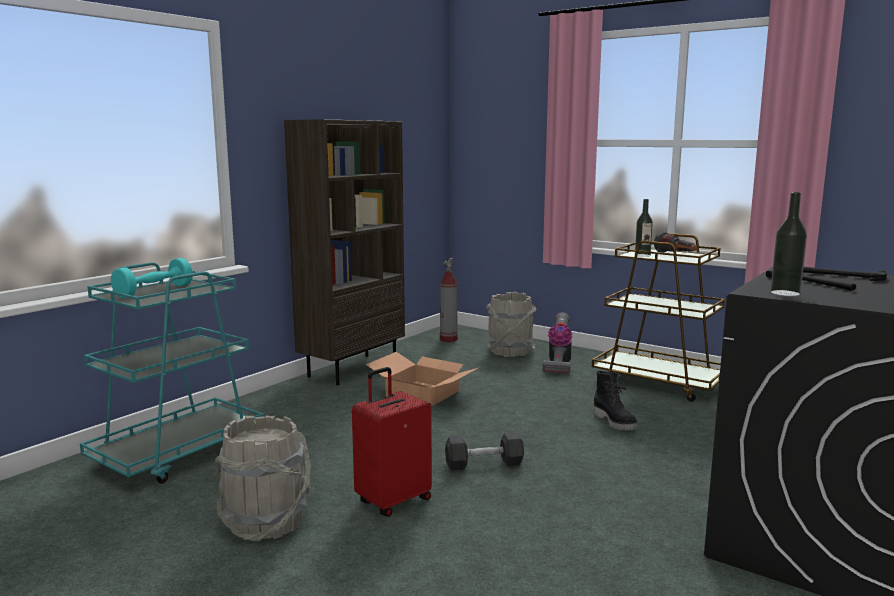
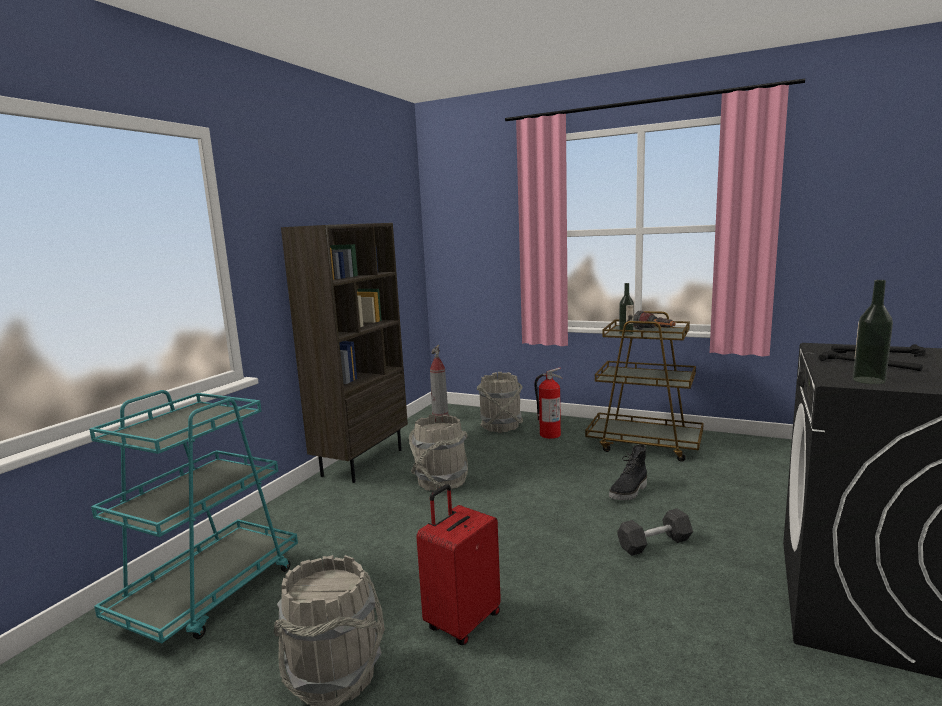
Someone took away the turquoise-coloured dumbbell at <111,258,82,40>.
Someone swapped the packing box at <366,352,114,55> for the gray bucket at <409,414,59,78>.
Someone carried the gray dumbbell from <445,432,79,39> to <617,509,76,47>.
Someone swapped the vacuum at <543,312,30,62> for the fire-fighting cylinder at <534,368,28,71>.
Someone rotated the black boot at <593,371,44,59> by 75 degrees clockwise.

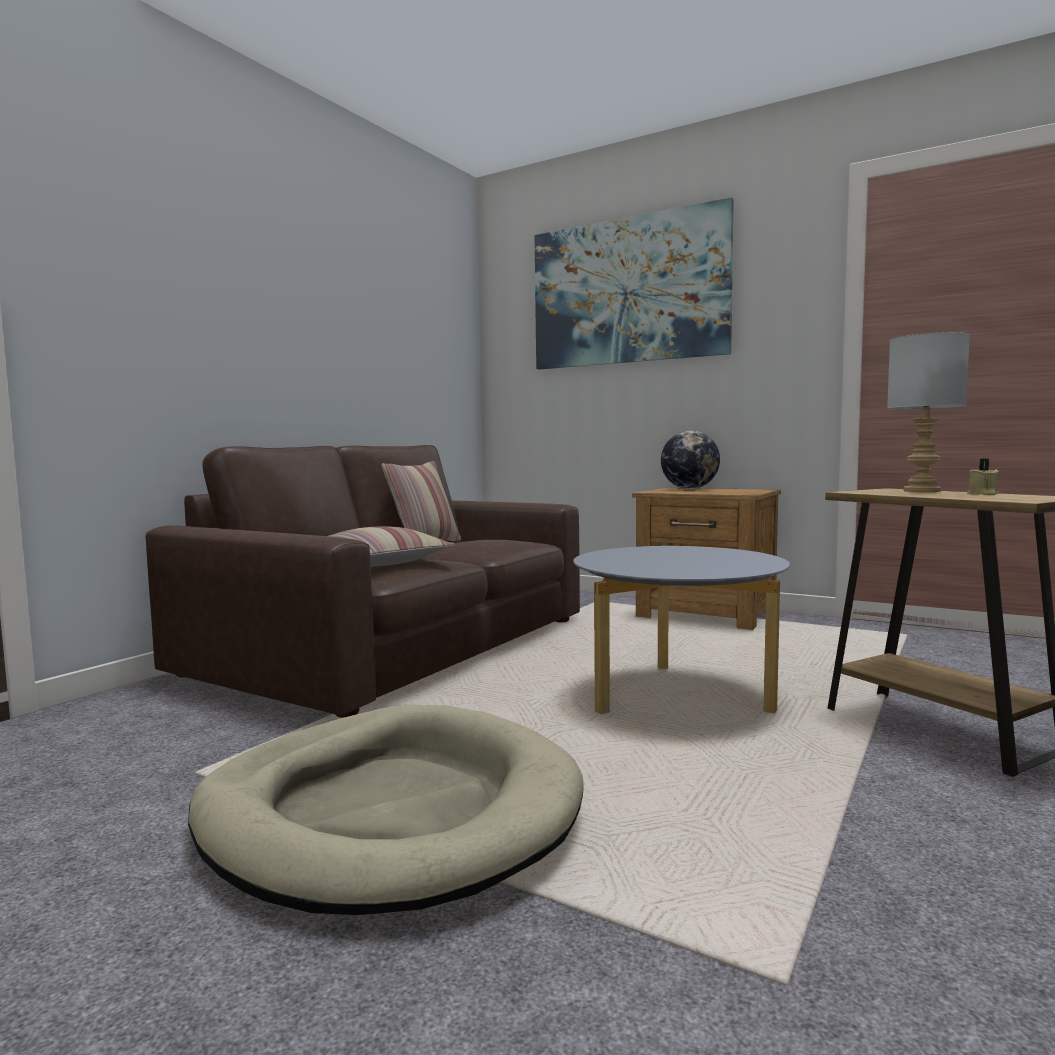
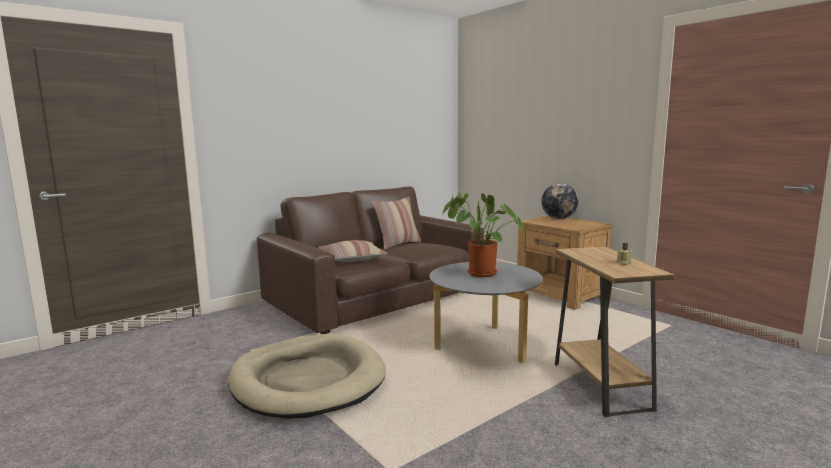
Someone took away the picture at <535,197,199,172>.
Someone took away the gray tabletop lamp at <887,332,83,160>.
Someone put down the potted plant at <443,192,80,85>.

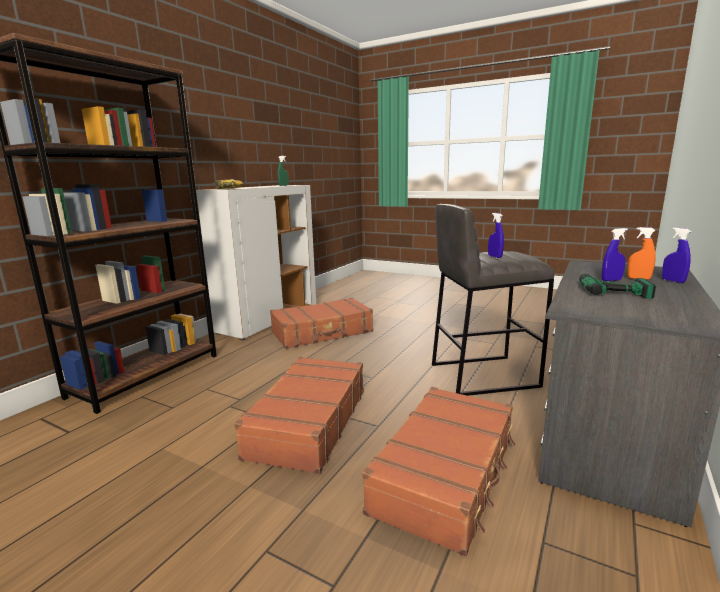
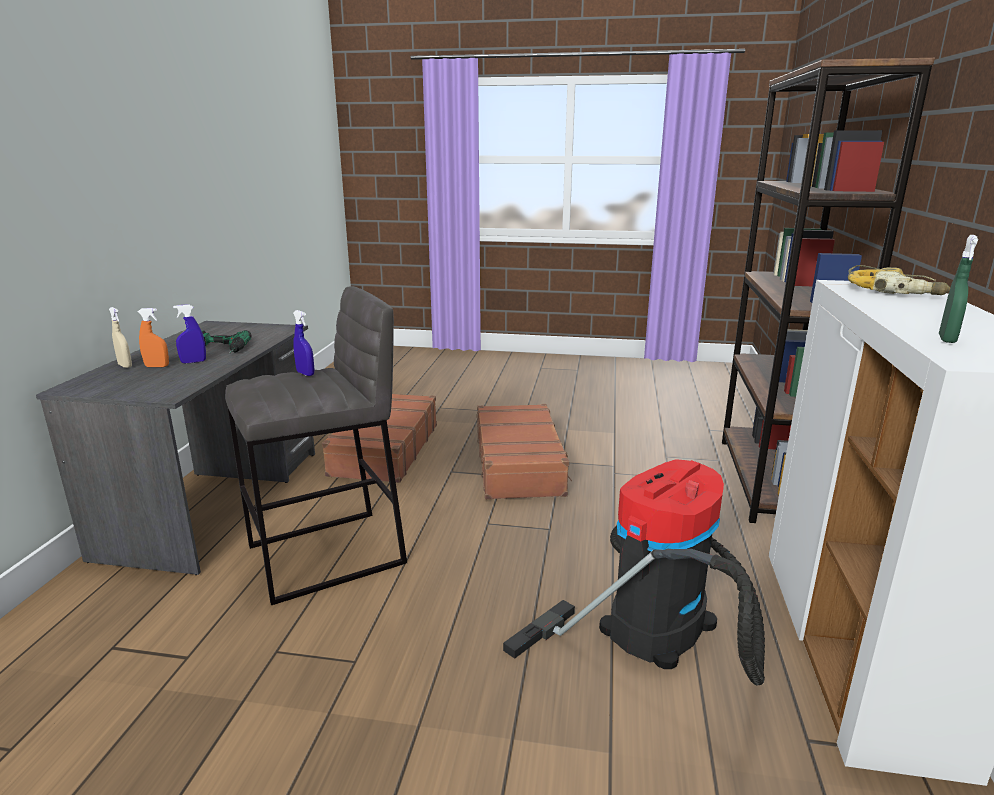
Someone swapped the brown piece of luggage at <270,297,103,52> for the vacuum at <503,459,262,227>.
Someone repainted the bluish spray bottle at <662,228,29,55>, which became the sand-coloured spray bottle at <109,307,23,61>.

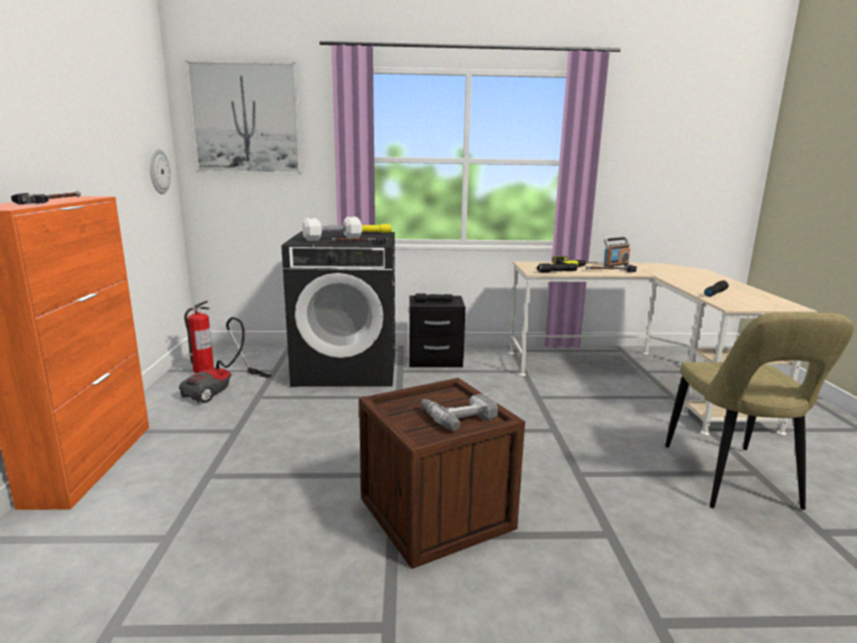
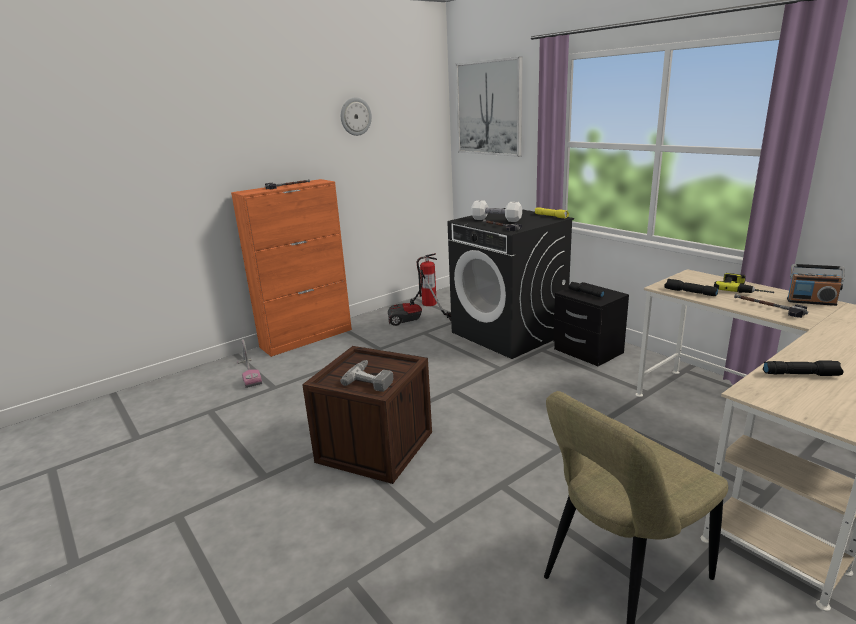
Someone carried the clock on the wall from <150,149,21,45> to <341,97,31,39>.
Someone put down the vacuum at <237,339,25,49>.

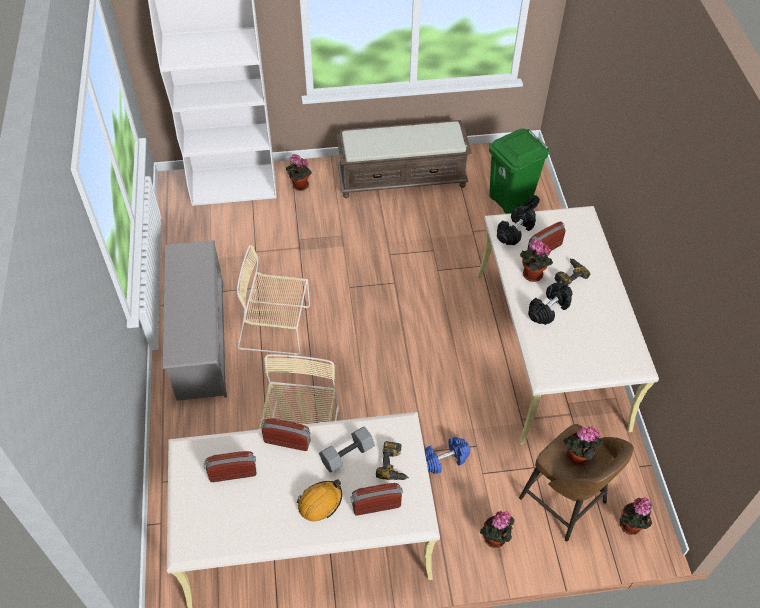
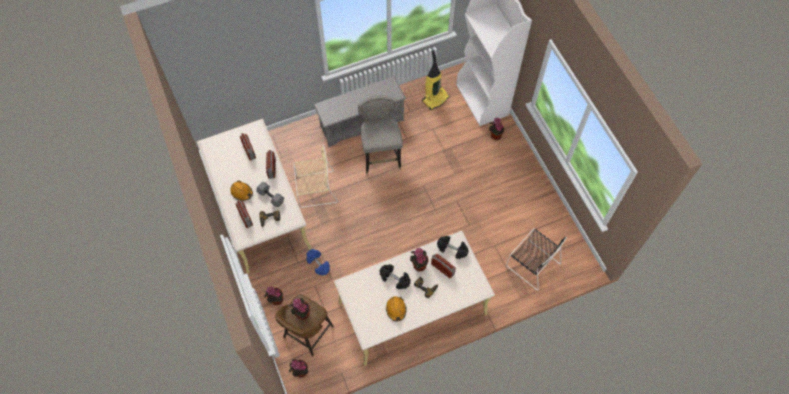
Someone swapped the sand-coloured plain chair at <237,245,73,110> for the gray sitting stool at <358,95,45,79>.
Someone took away the brown bench at <336,120,136,78>.
Someone swapped the green-coloured trash can at <489,128,62,86> for the black plain chair at <506,228,61,63>.
Someone put down the orangey work helmet at <386,296,21,26>.
Someone put down the vacuum at <422,50,28,60>.

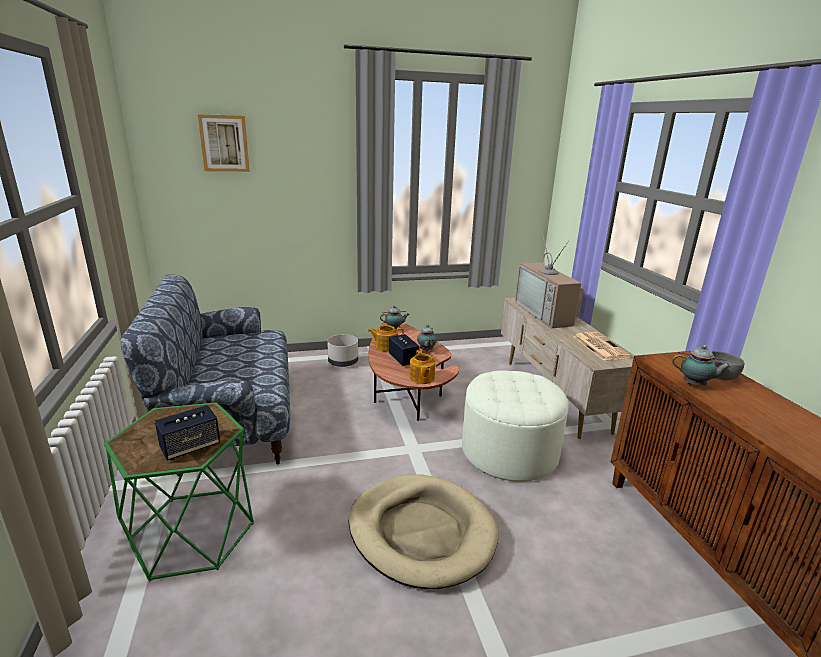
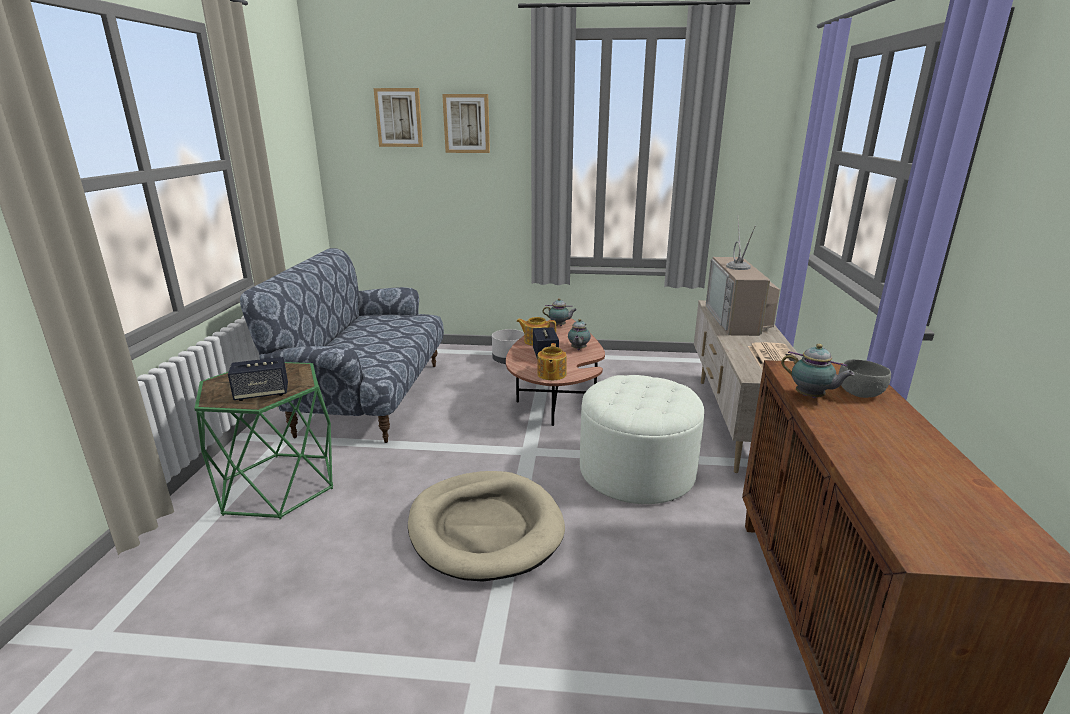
Someone put up the picture at <442,94,48,59>.

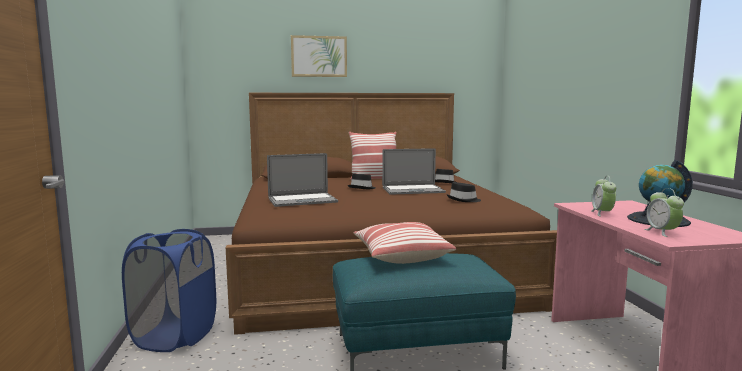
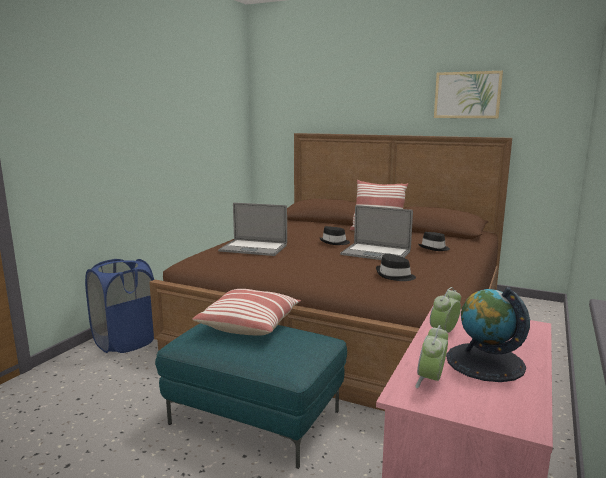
Someone carried the picture from <291,35,56,42> to <434,71,69,47>.

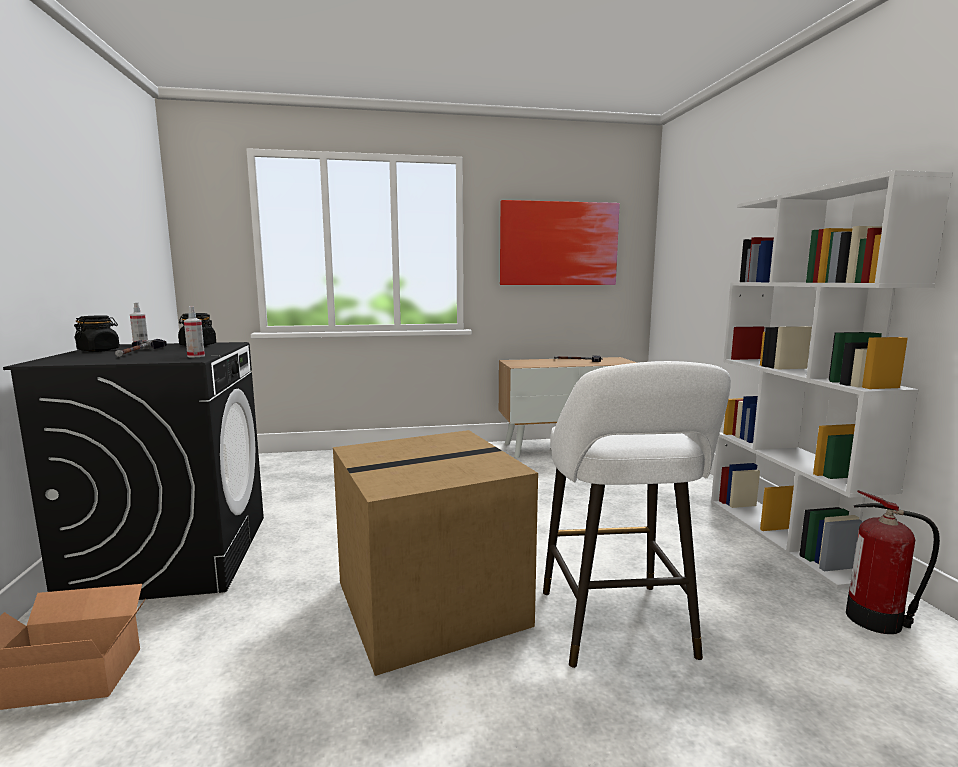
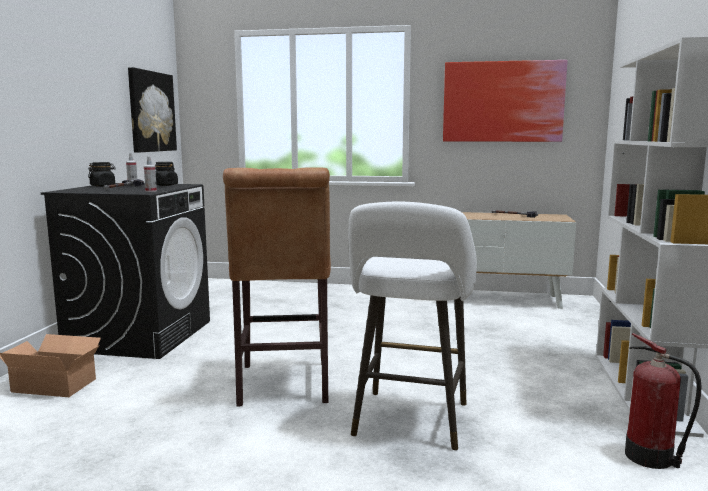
Someone swapped the packing box at <333,430,205,246> for the brown sitting stool at <223,167,108,240>.
Someone put up the picture at <128,67,49,86>.

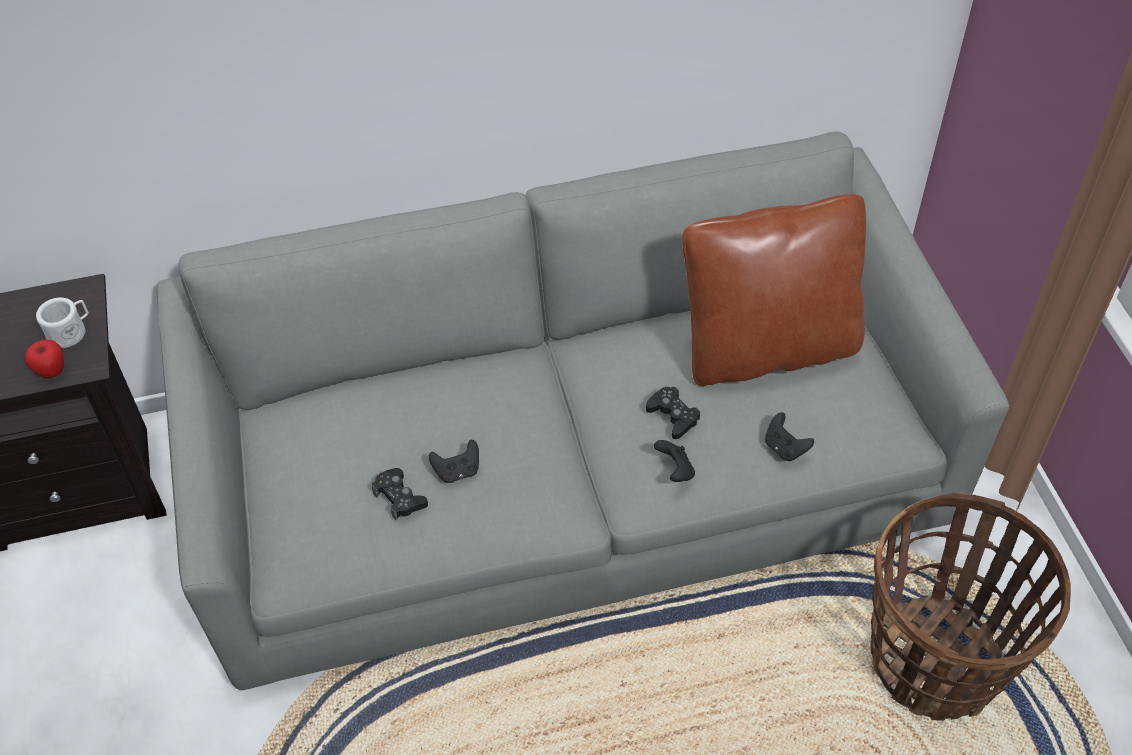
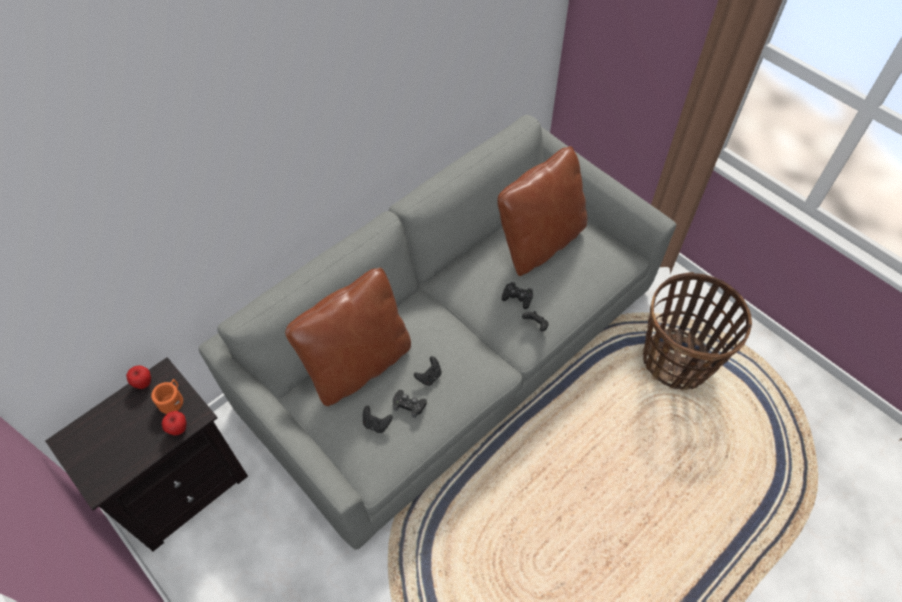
Someone repainted the white-coloured mug at <36,297,53,51>, which became the orangey mug at <151,379,32,35>.
Someone carried the black game controller from <765,412,49,49> to <363,406,29,27>.
Someone put down the whole apple at <126,365,25,24>.
Someone put down the brown cushion at <285,268,126,138>.

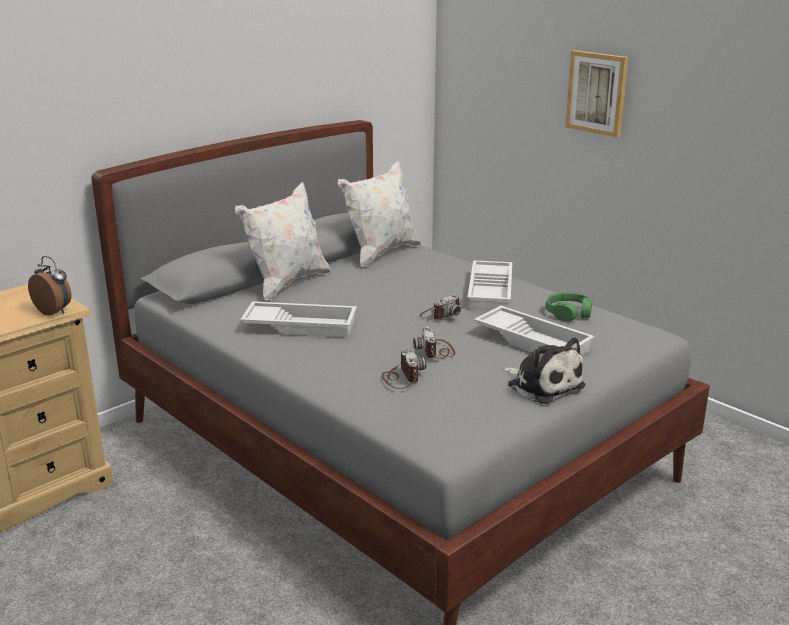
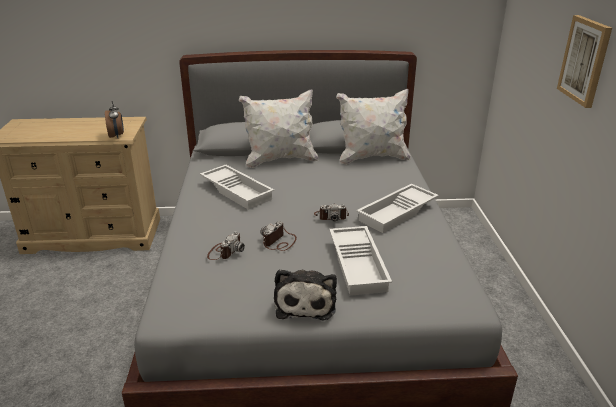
Someone took away the green-coloured pair of headphones at <546,292,46,29>.

